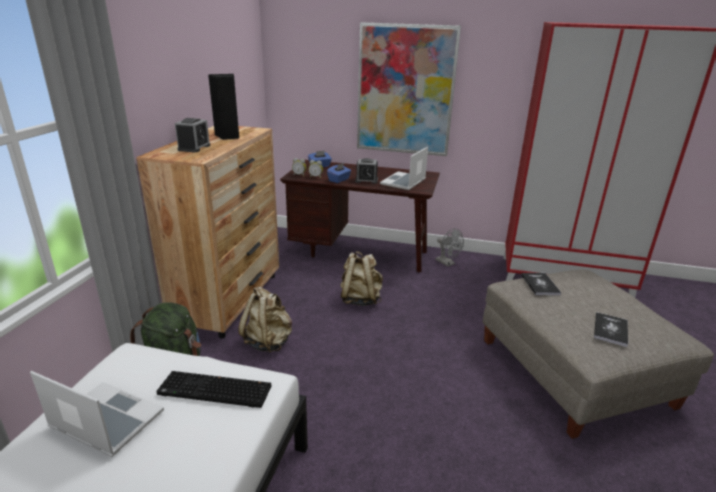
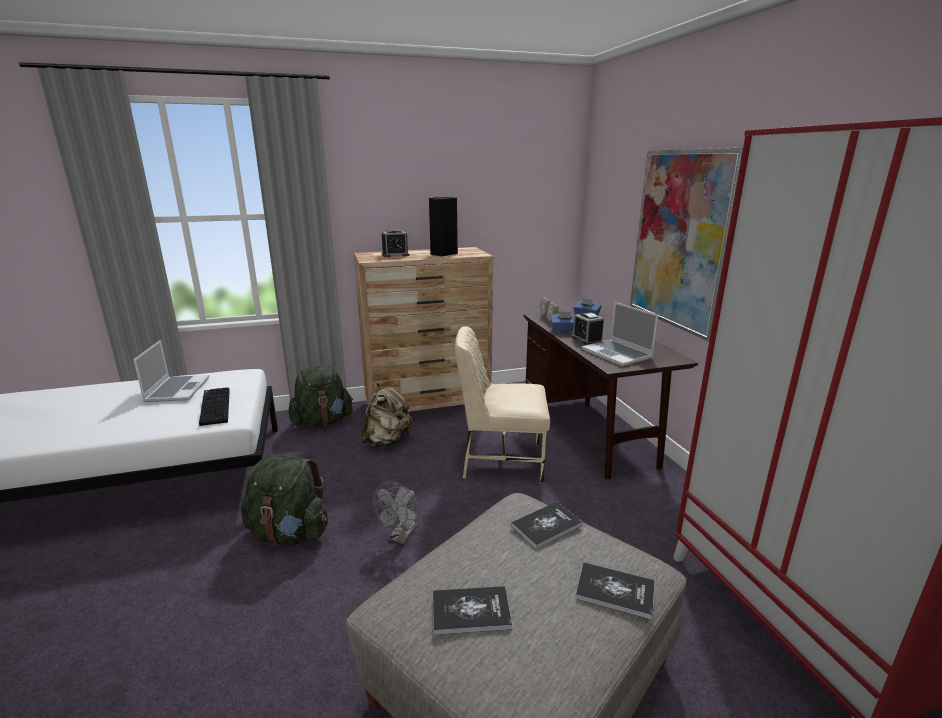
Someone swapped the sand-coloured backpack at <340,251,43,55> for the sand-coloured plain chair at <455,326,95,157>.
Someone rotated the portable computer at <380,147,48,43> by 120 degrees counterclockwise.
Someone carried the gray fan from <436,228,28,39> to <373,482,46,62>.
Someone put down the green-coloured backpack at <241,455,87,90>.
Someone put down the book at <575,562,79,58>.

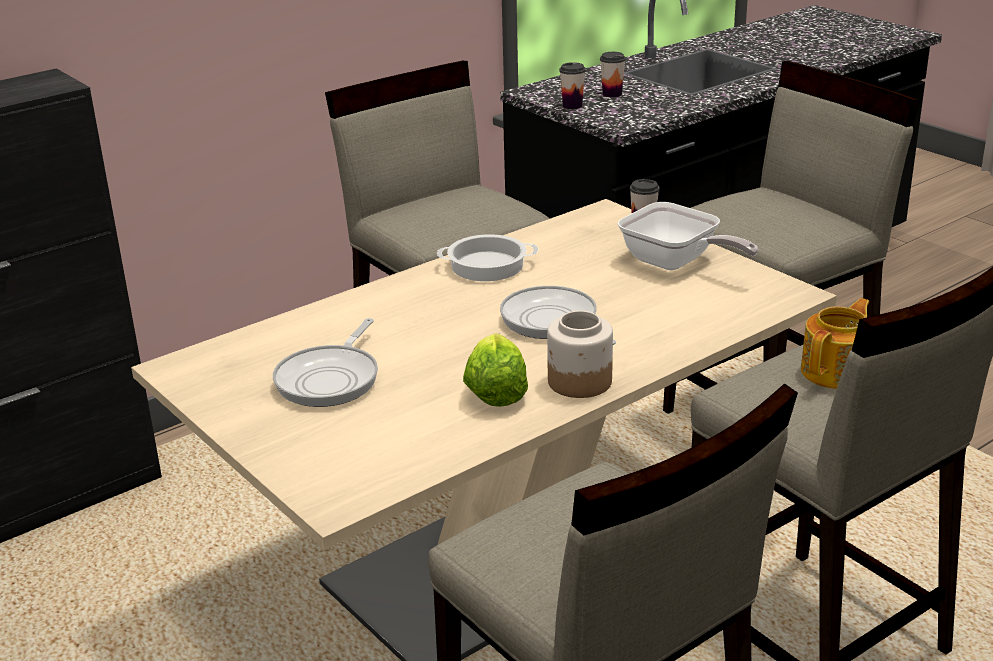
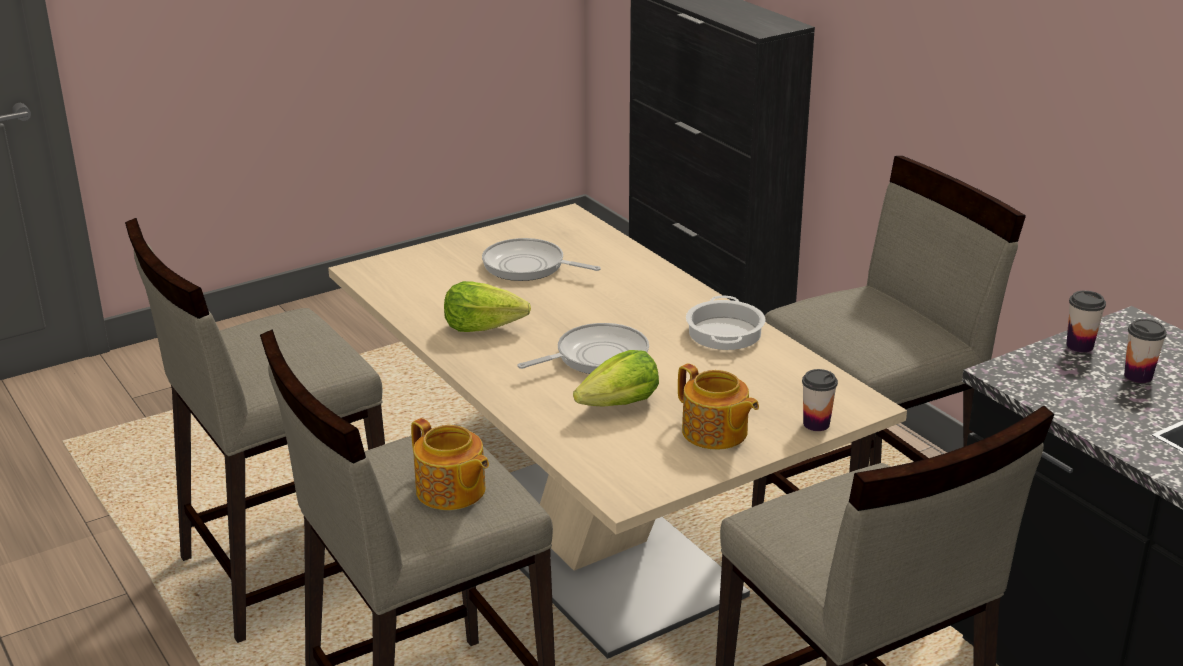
Someone took away the preserve jar at <547,311,66,87>.
Someone swapped the pan at <618,202,140,68> for the teapot at <678,363,81,87>.
Someone put down the head of lettuce at <573,350,86,56>.

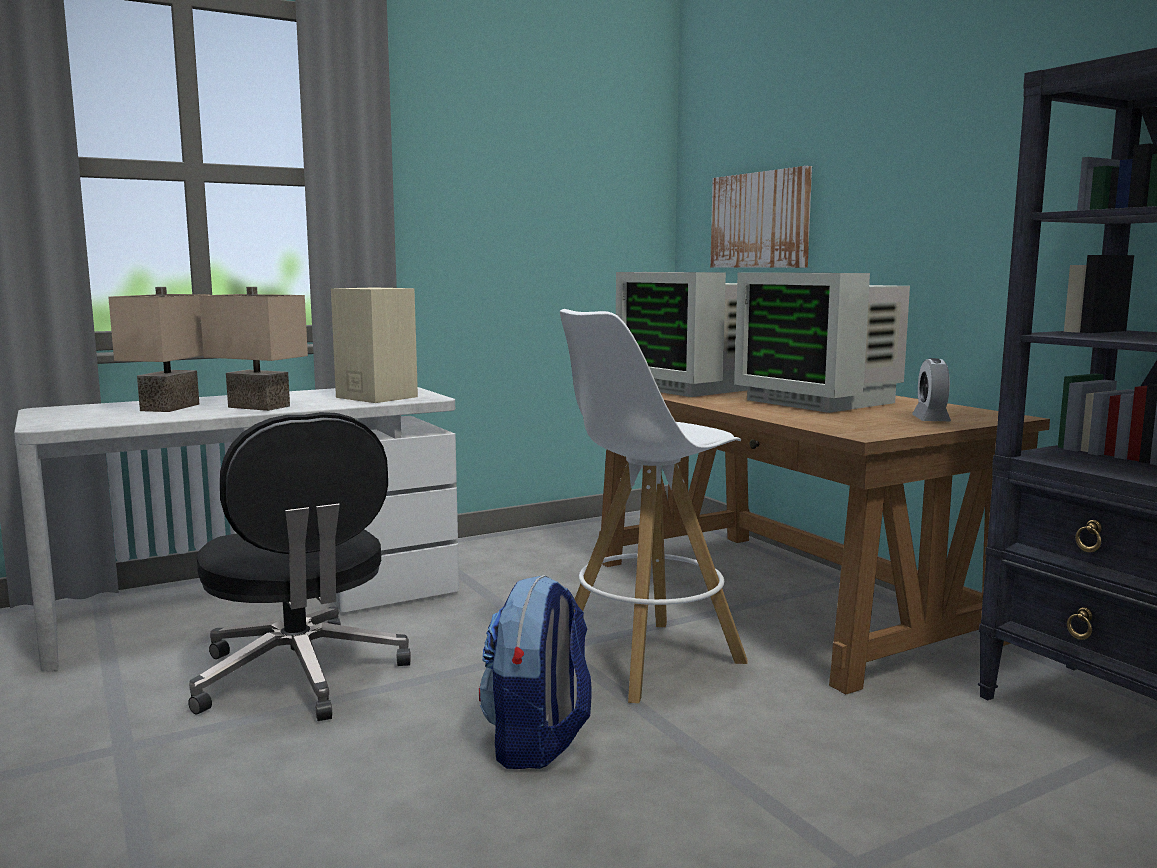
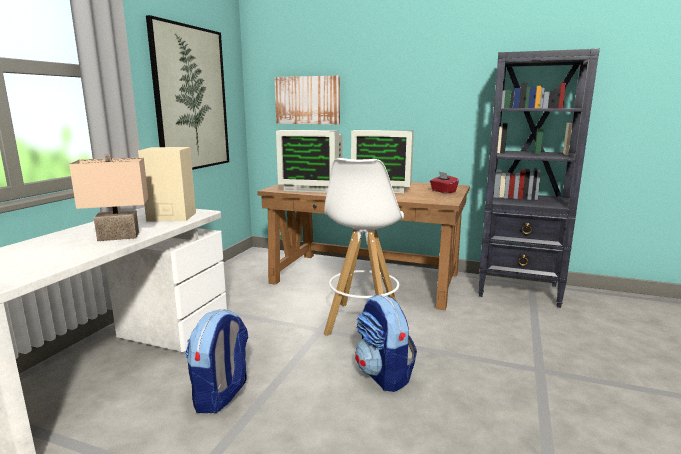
Someone took away the sand-coloured tabletop lamp at <108,287,102,125>.
Someone swapped the black computer chair at <188,412,223,309> for the backpack at <185,309,64,104>.
Someone swapped the table clock at <912,358,39,63> for the reddish box of tissues at <430,172,29,21>.
Someone put up the picture at <146,15,83,155>.

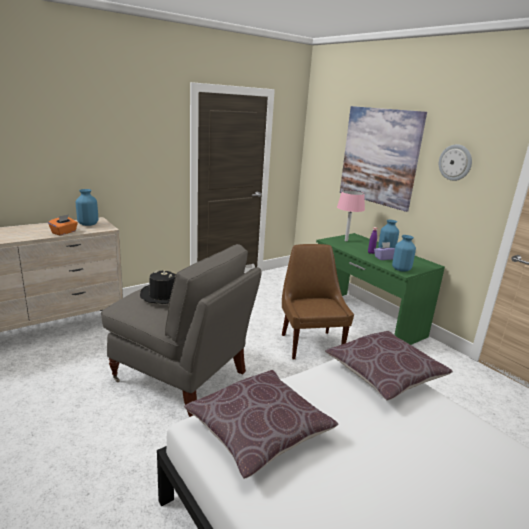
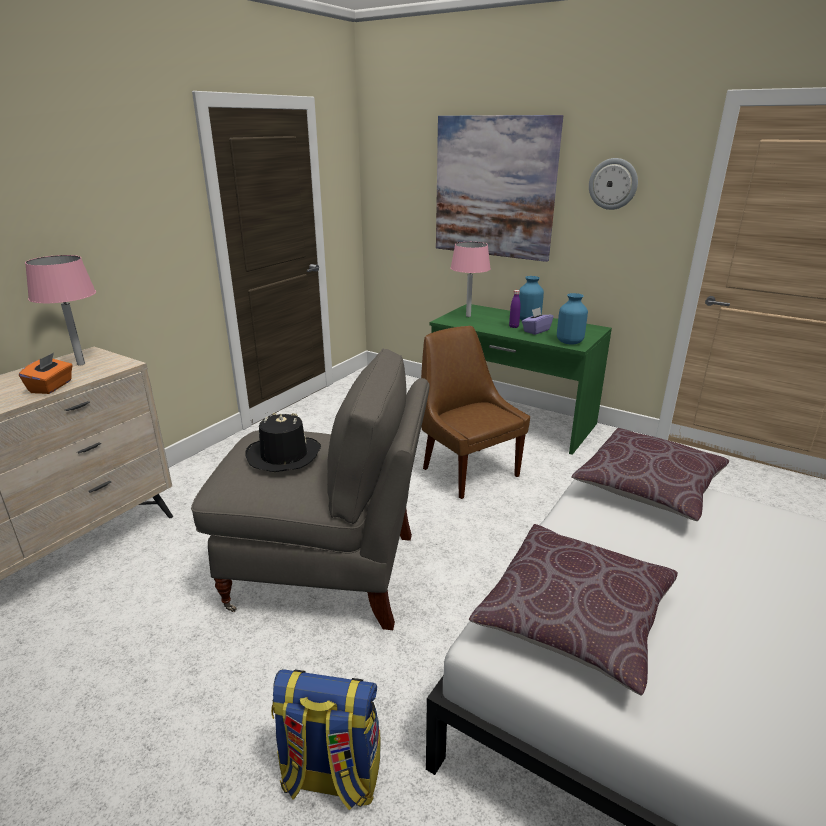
Someone swapped the bluish flower vase at <76,189,22,37> for the pink tabletop lamp at <25,255,71,111>.
Someone put down the backpack at <271,669,109,141>.

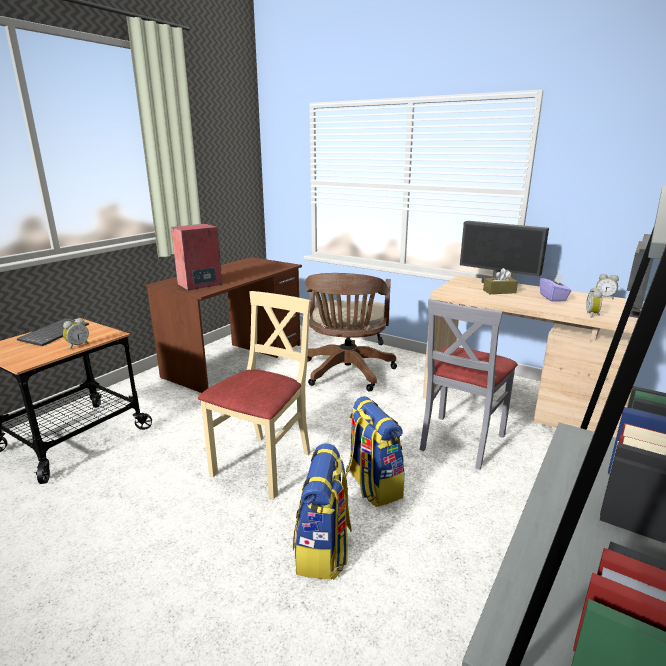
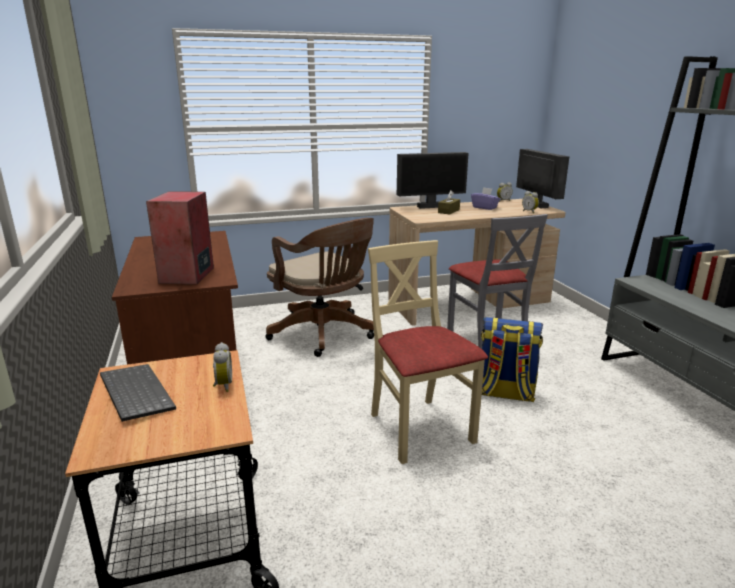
Someone took away the backpack at <293,443,59,137>.

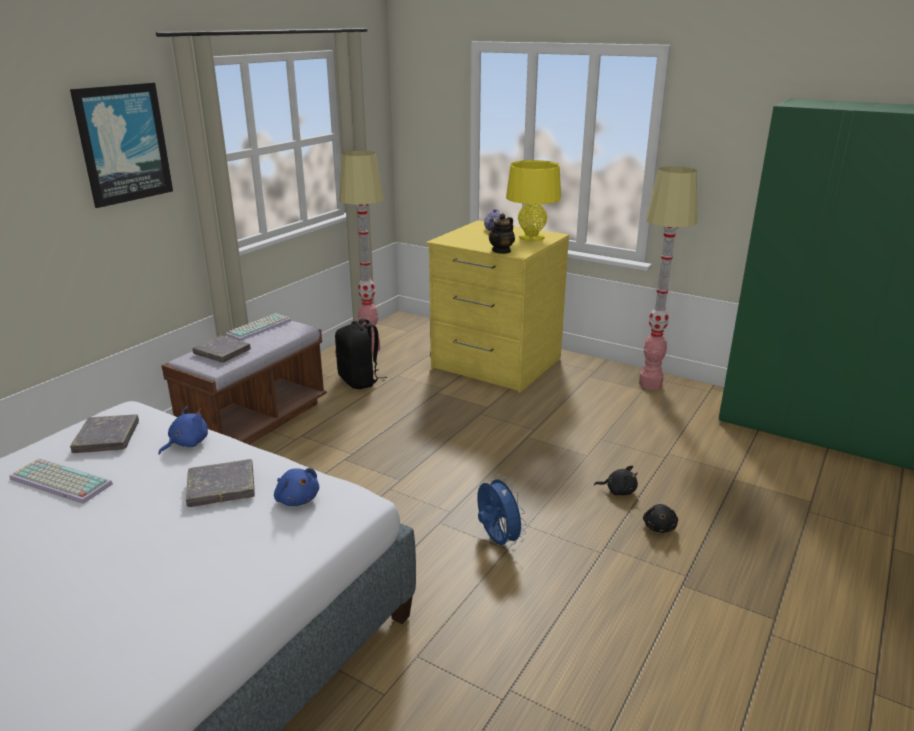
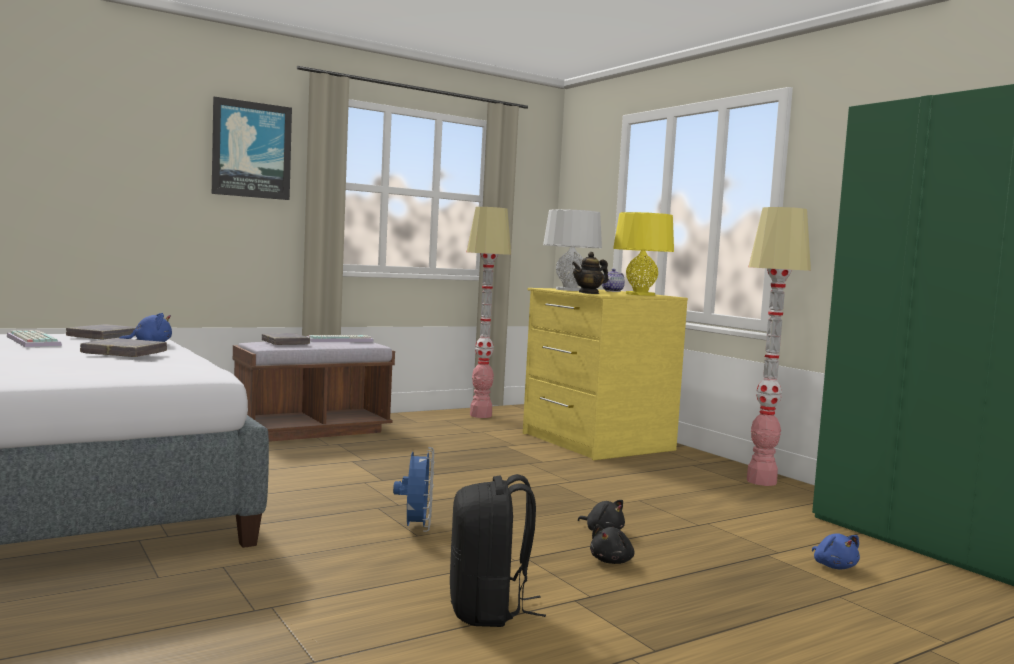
Someone carried the bluish plush toy from <274,468,45,39> to <812,533,48,37>.
Someone carried the black backpack from <335,318,52,71> to <450,474,96,153>.
Someone put down the gray tabletop lamp at <543,209,59,82>.

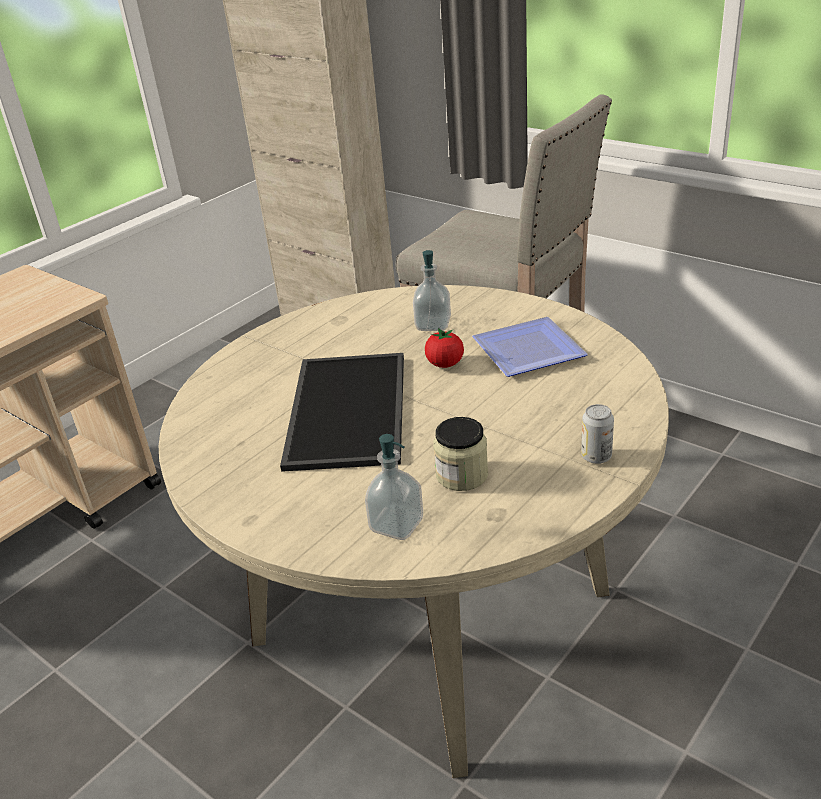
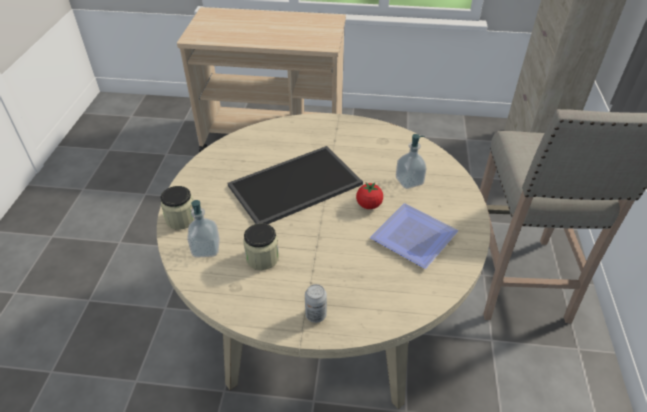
Someone put down the preserve jar at <161,186,33,43>.

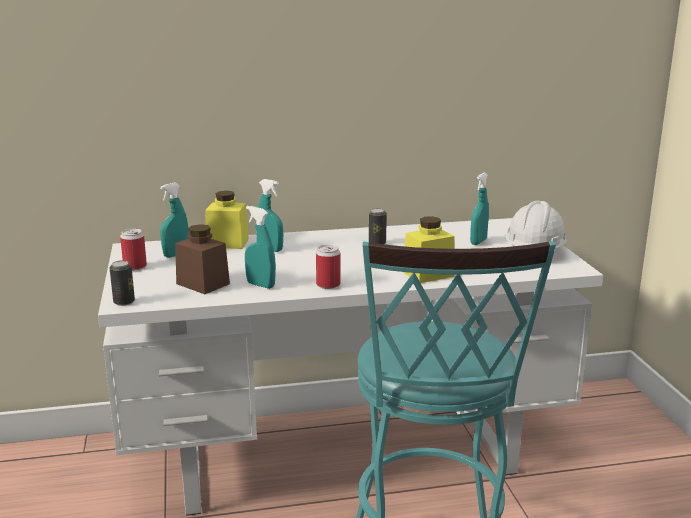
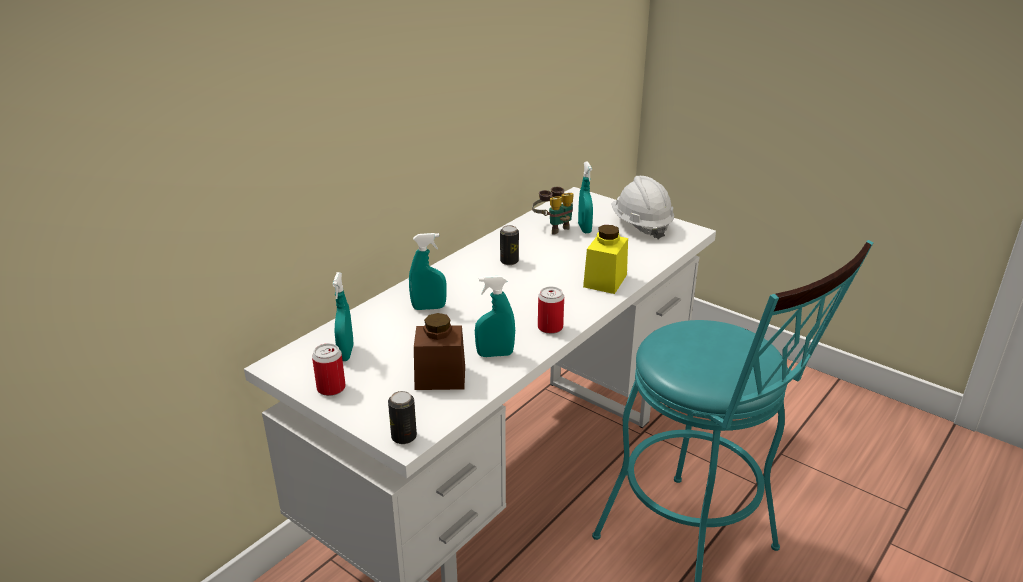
Someone took away the yellowish preserve jar at <205,191,44,58>.
Someone put down the field glasses at <532,187,42,48>.

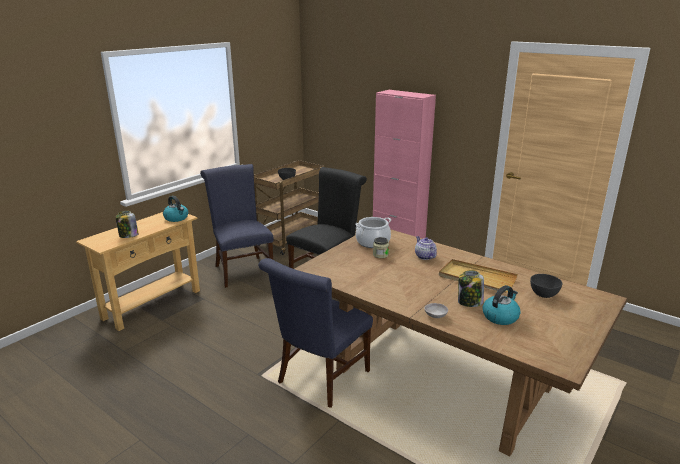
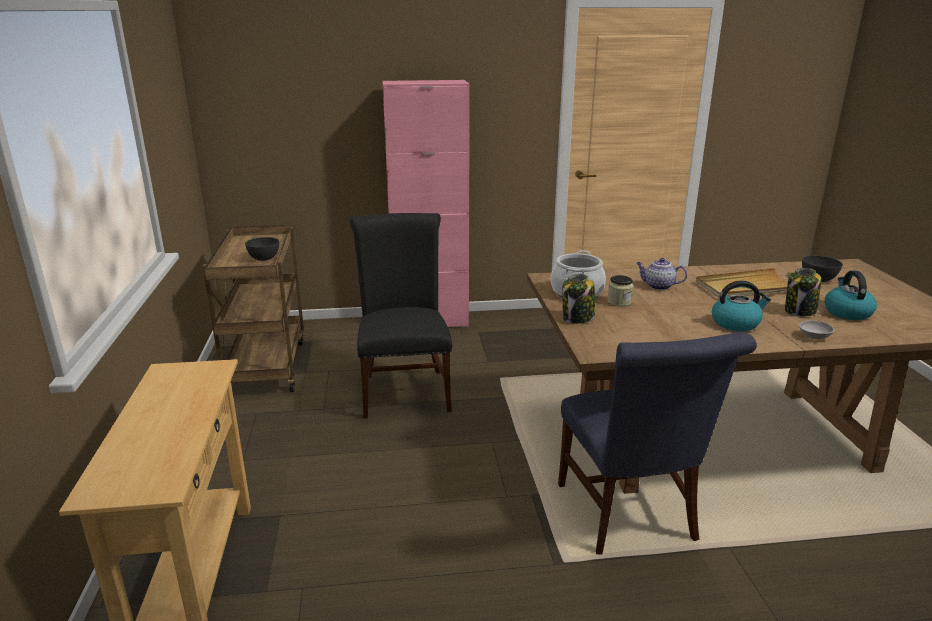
Someone carried the preserve jar from <116,211,23,27> to <562,274,33,50>.
Someone carried the kettle from <163,196,25,26> to <712,281,59,50>.
Someone took away the bluish plain chair at <200,164,74,124>.

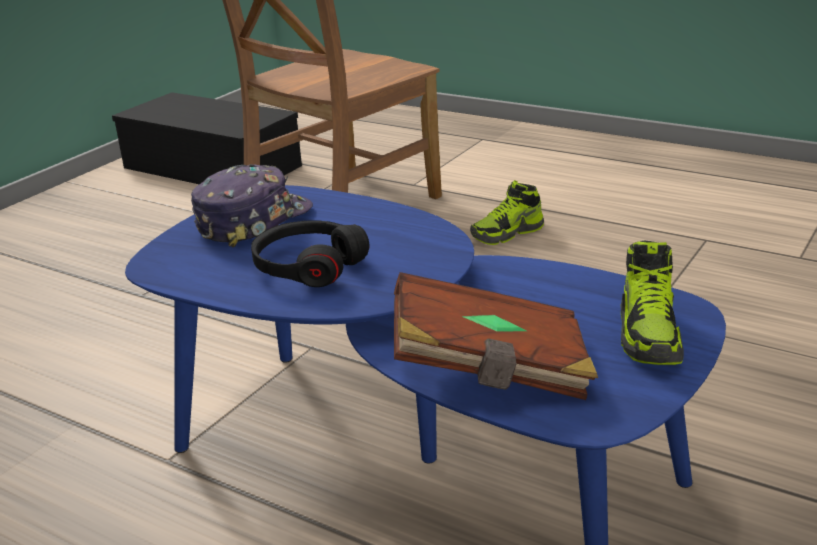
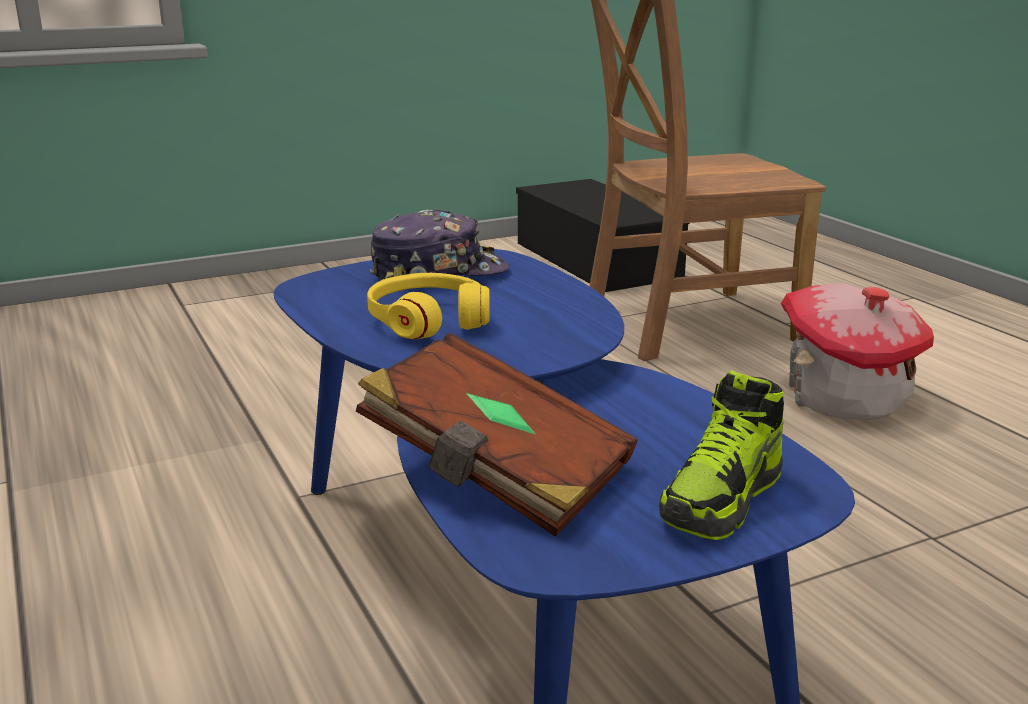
Someone repainted the black pair of headphones at <251,220,118,67>, which became the yellowish pair of headphones at <367,273,123,66>.
Someone swapped the shoe at <470,180,74,65> for the toy house at <781,283,153,137>.

